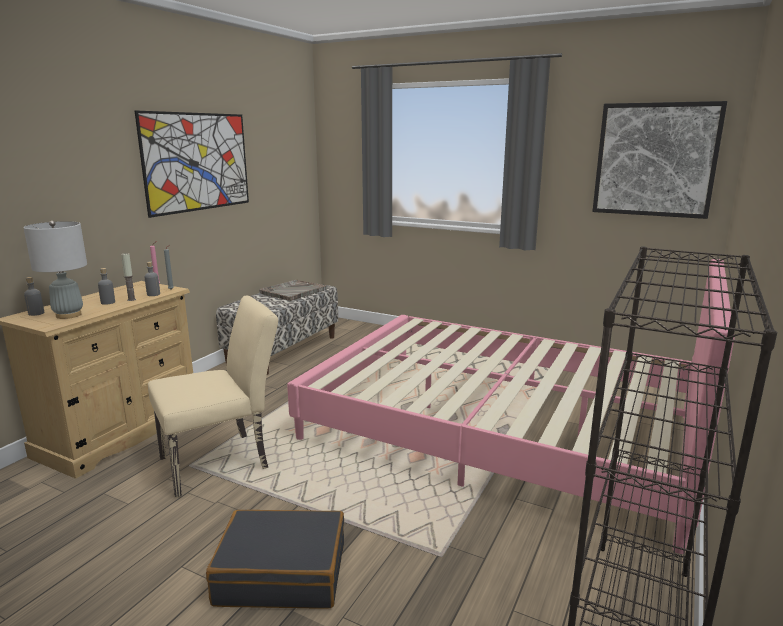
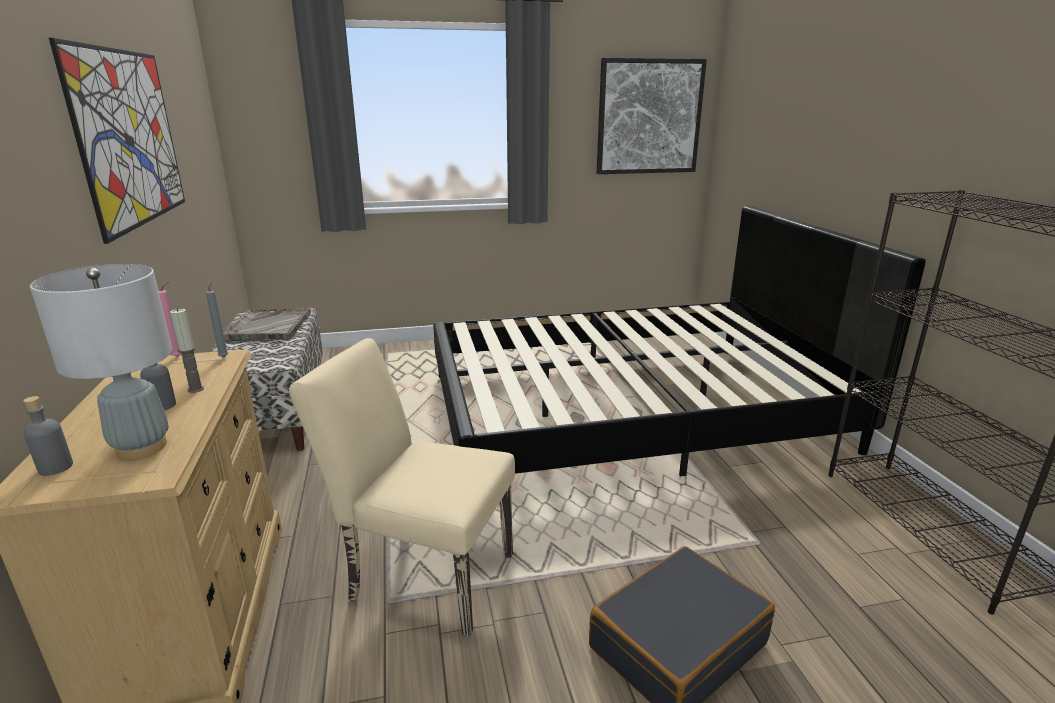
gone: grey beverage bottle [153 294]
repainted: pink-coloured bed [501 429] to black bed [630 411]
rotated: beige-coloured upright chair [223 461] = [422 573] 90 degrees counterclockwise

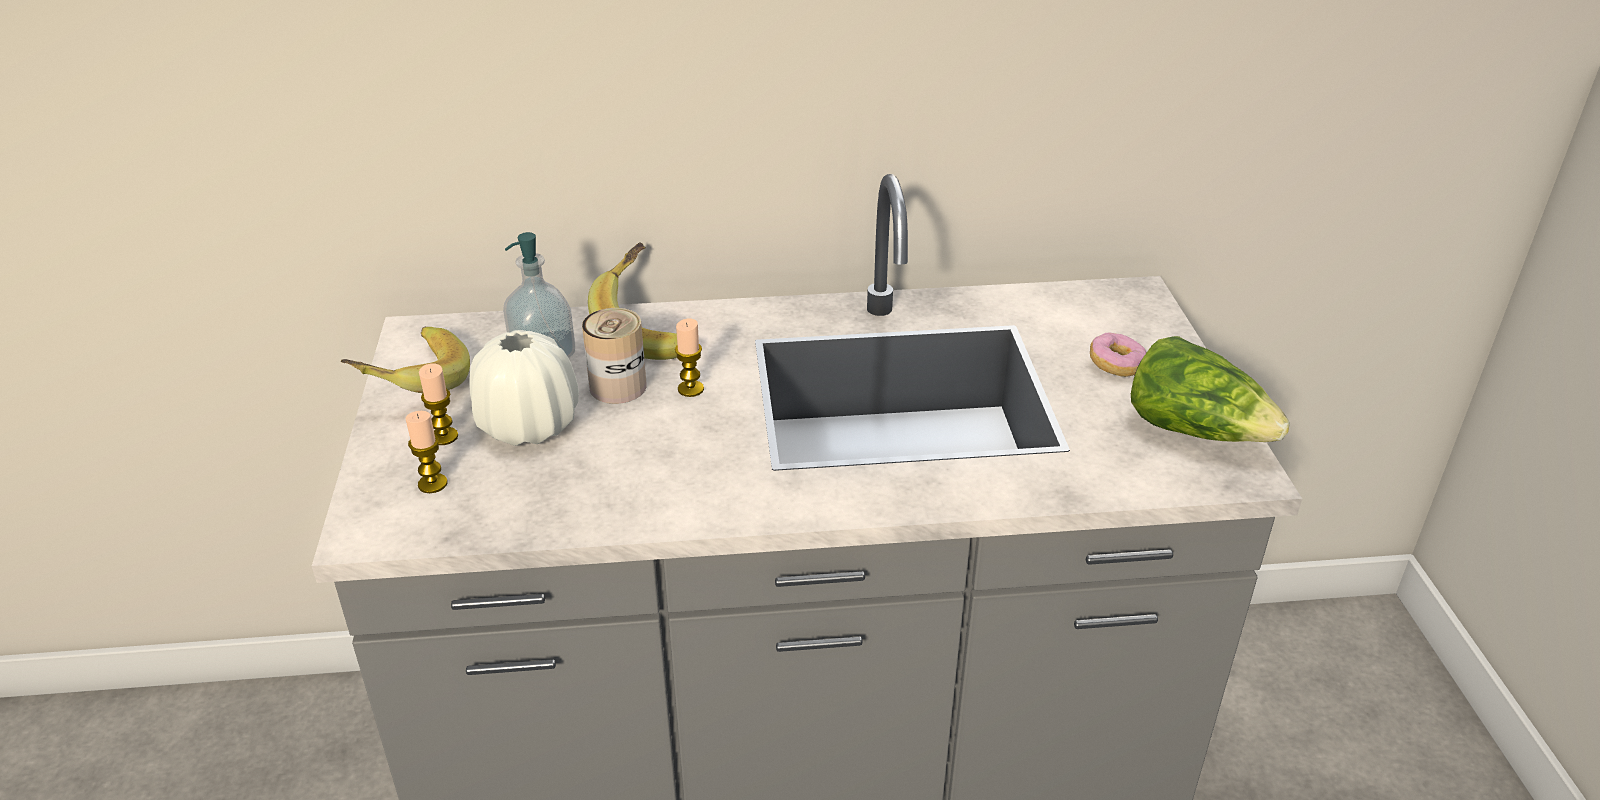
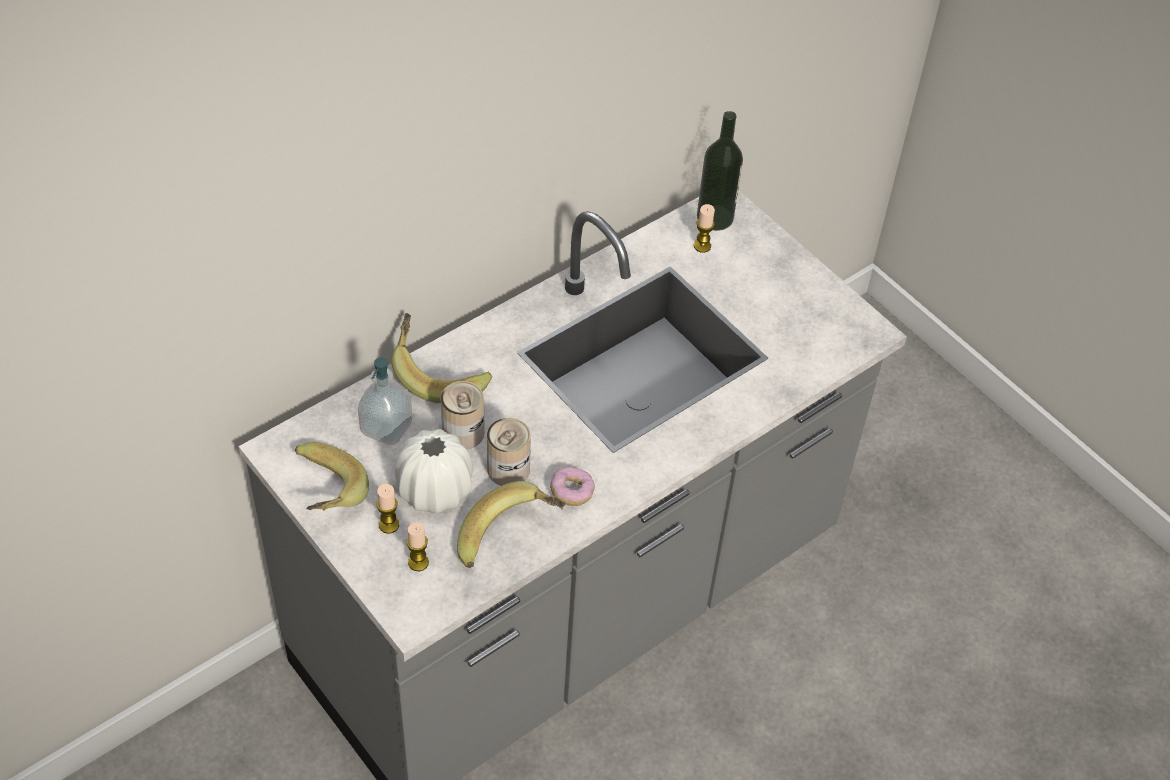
gone: lettuce head [1196 430]
new: banana fruit [510 539]; metal can [508 469]; beverage bottle [715 217]
shifted: wax candle [690 389] to [702 246]; doughnut [1116 365] to [572 492]

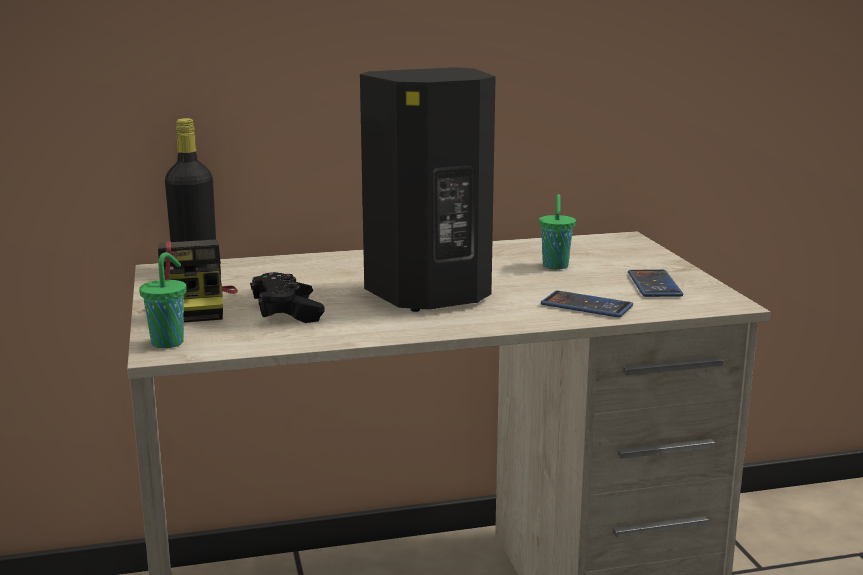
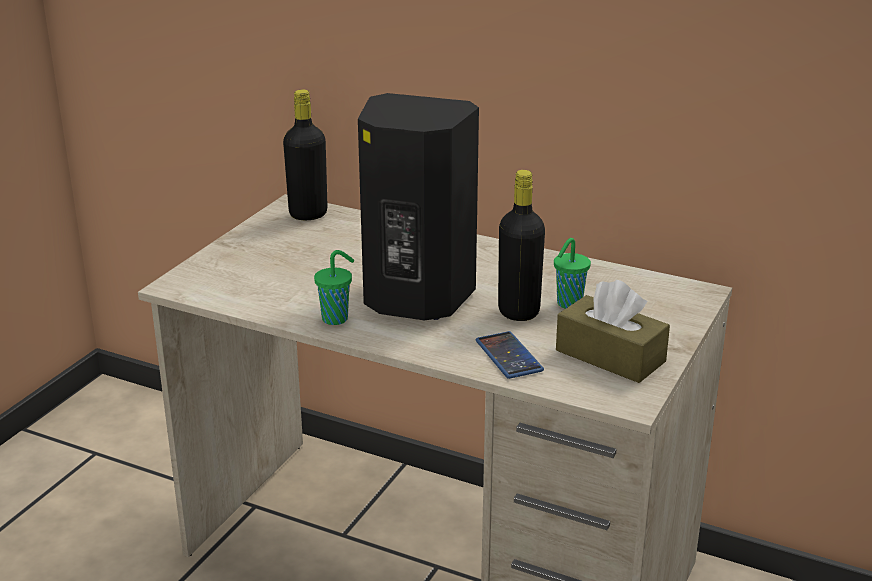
gone: still camera [194 306]; black game controller [287 312]
new: black beverage bottle [518 311]
shifted: greenish drinking cup [169 342] to [336 319]
swapped: phone [654 284] to brown box of tissues [610 356]

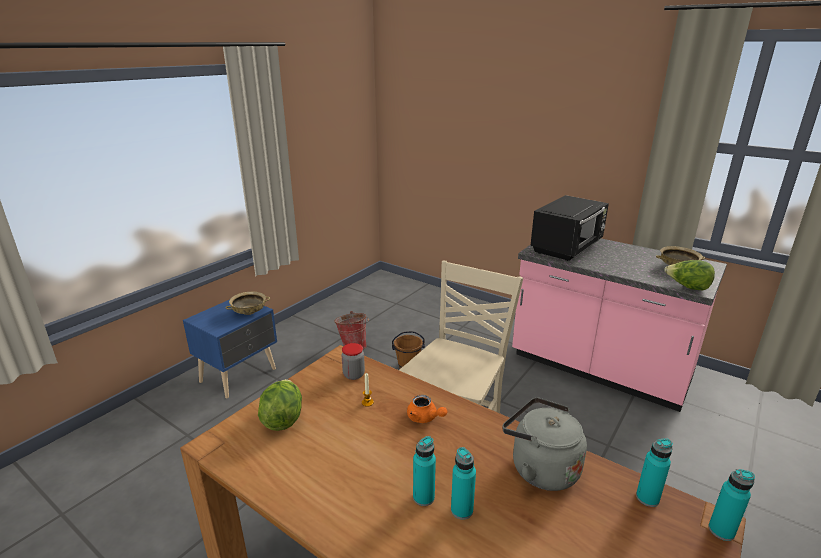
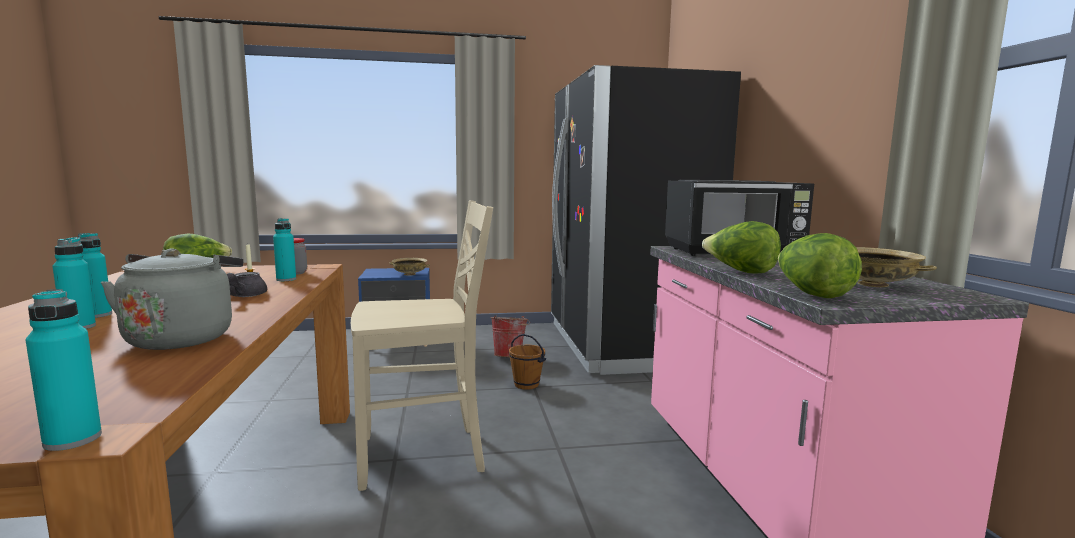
new: black kitchen fridge [623 344]; lettuce head [740 272]
shifted: blue-green beverage bottle [647 498] to [286 279]
repainted: orangey teapot [425 418] to grey teapot [243 296]

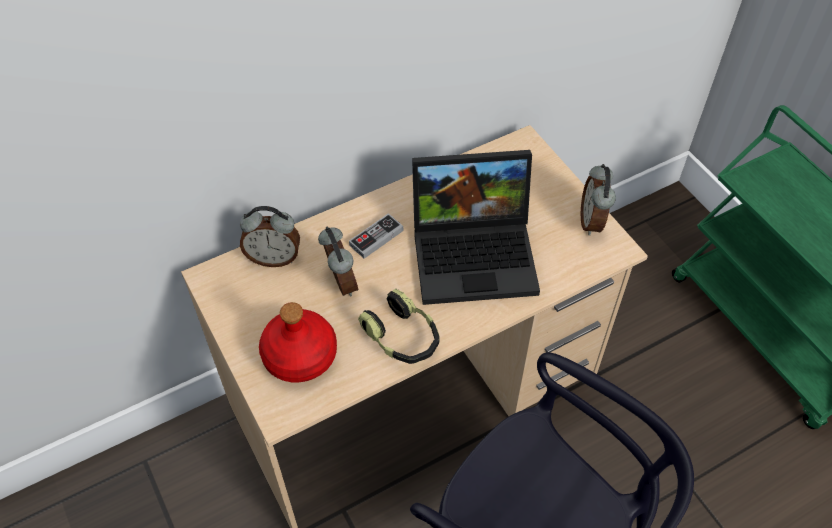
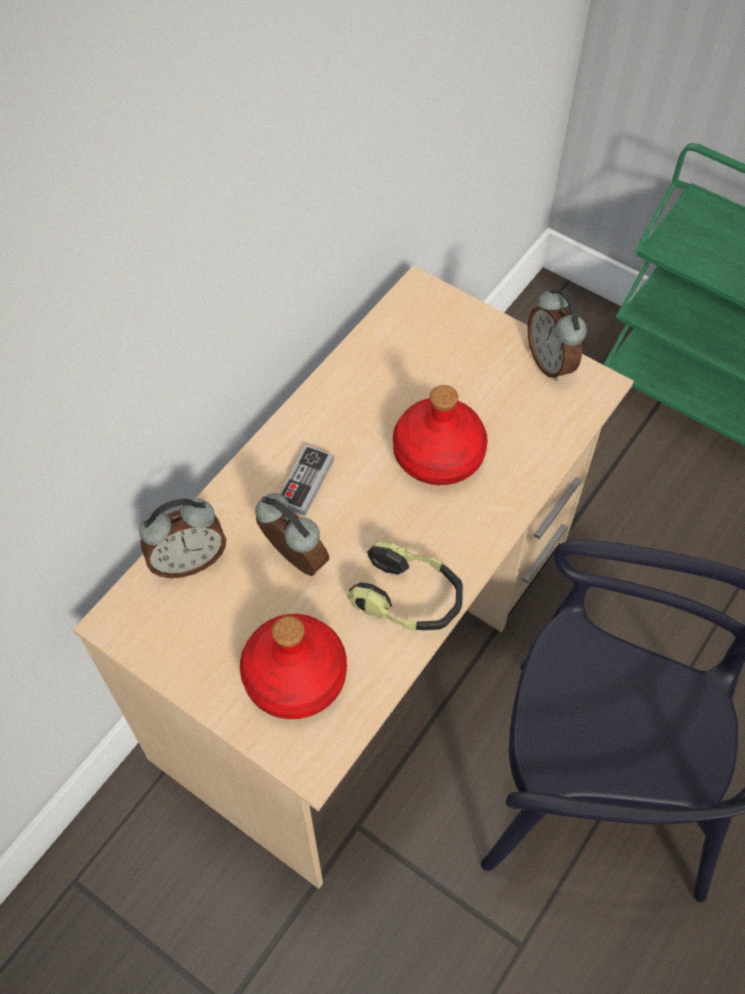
swapped: laptop [476 253] to reddish beverage bottle [438 454]

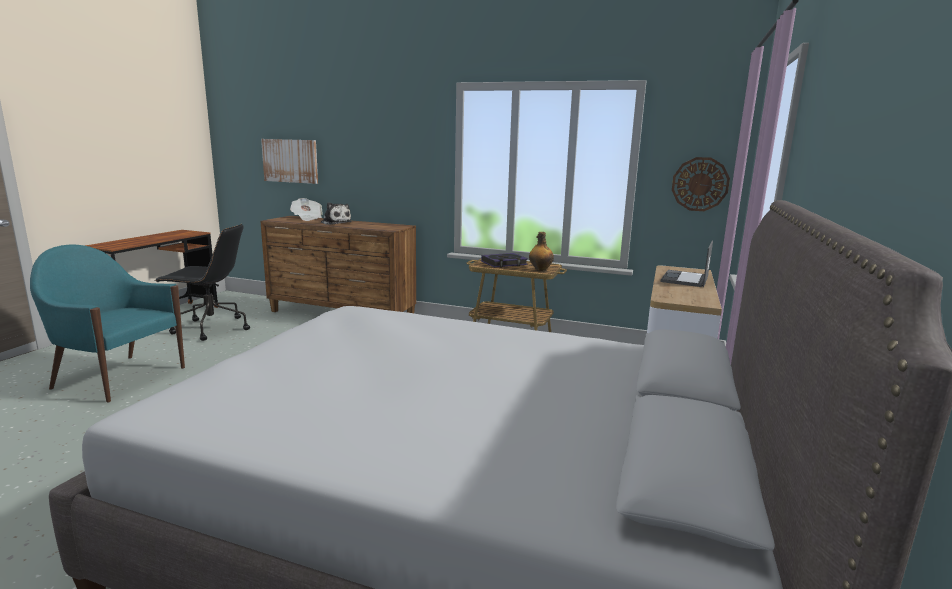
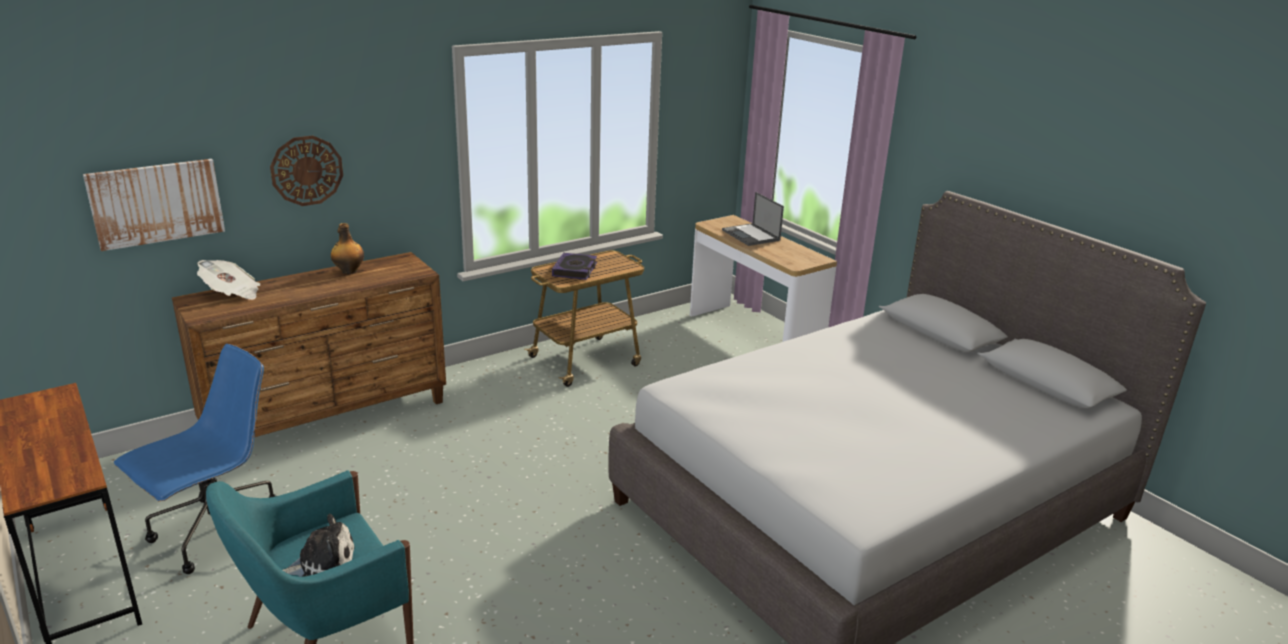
shifted: soft toy [335 223] to [323 565]; beverage bottle [540 270] to [349 271]; clock on the wall [700 184] to [307 170]
repainted: black desk chair [210 328] to blue desk chair [216 534]

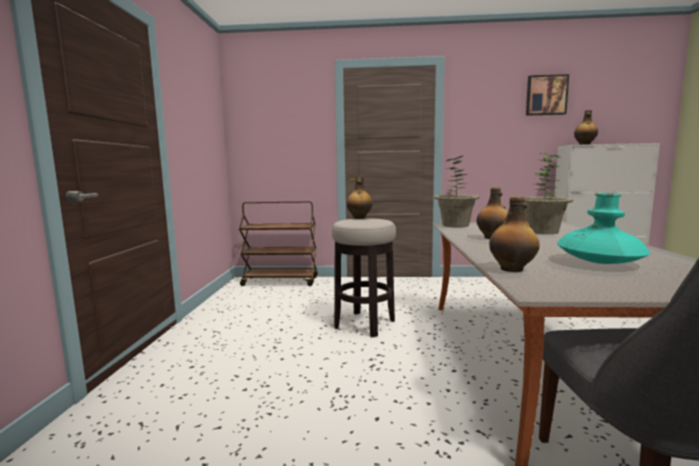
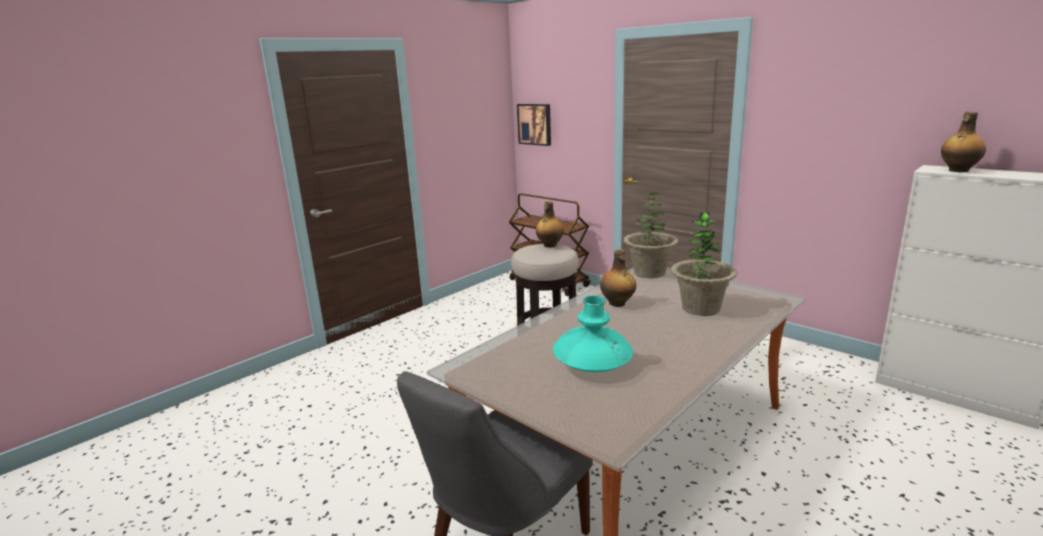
gone: beverage bottle [512 269]
shifted: wall picture [546 95] to [535 124]

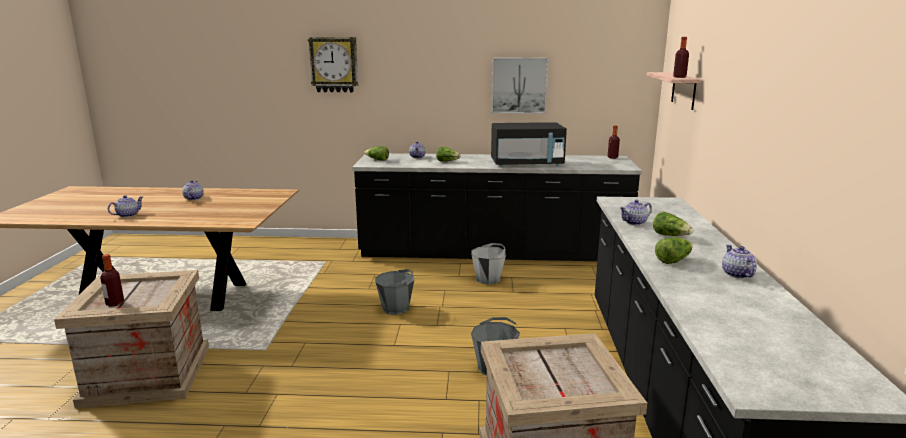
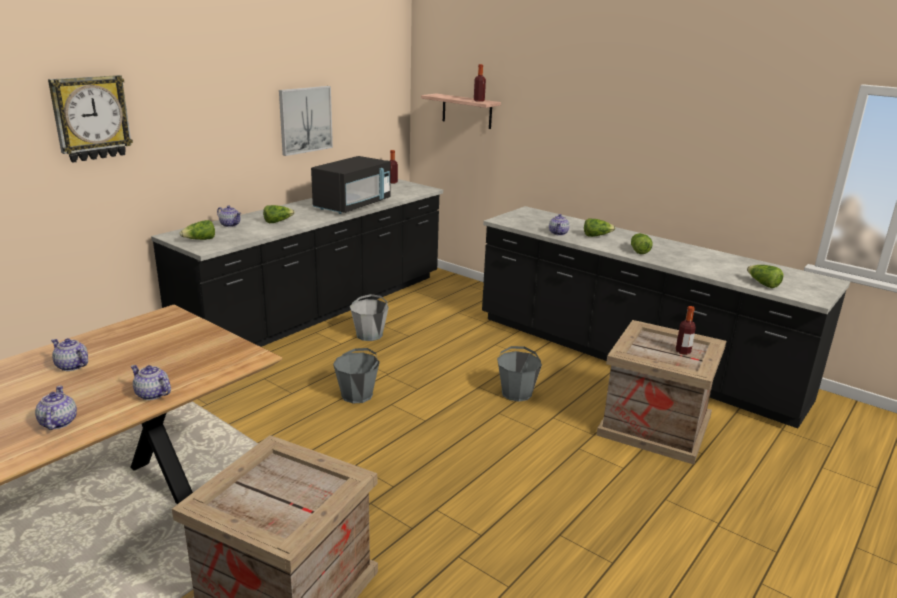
new: lettuce head [762 284]
shifted: beverage bottle [115 303] to [683 351]; teapot [737 274] to [152 394]

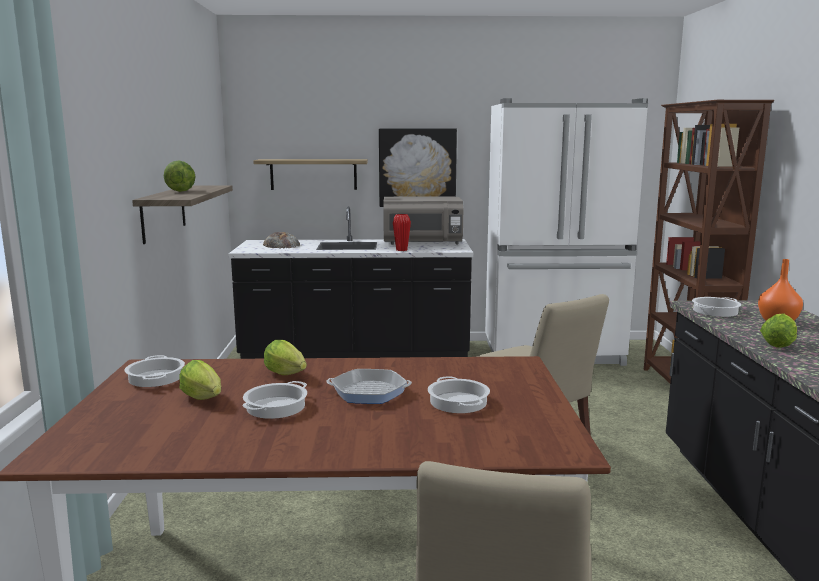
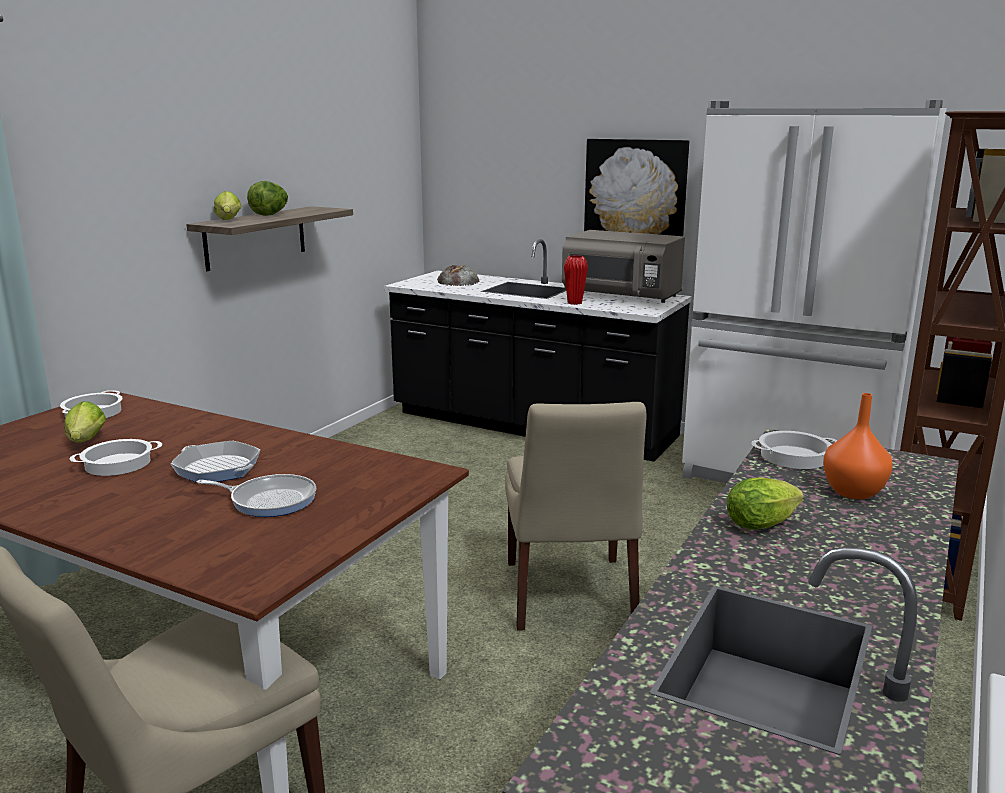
gone: wall shelf [313 174]
shifted: lettuce head [288 375] to [228 220]
swapped: cooking pot [457 402] to pan [269 500]

